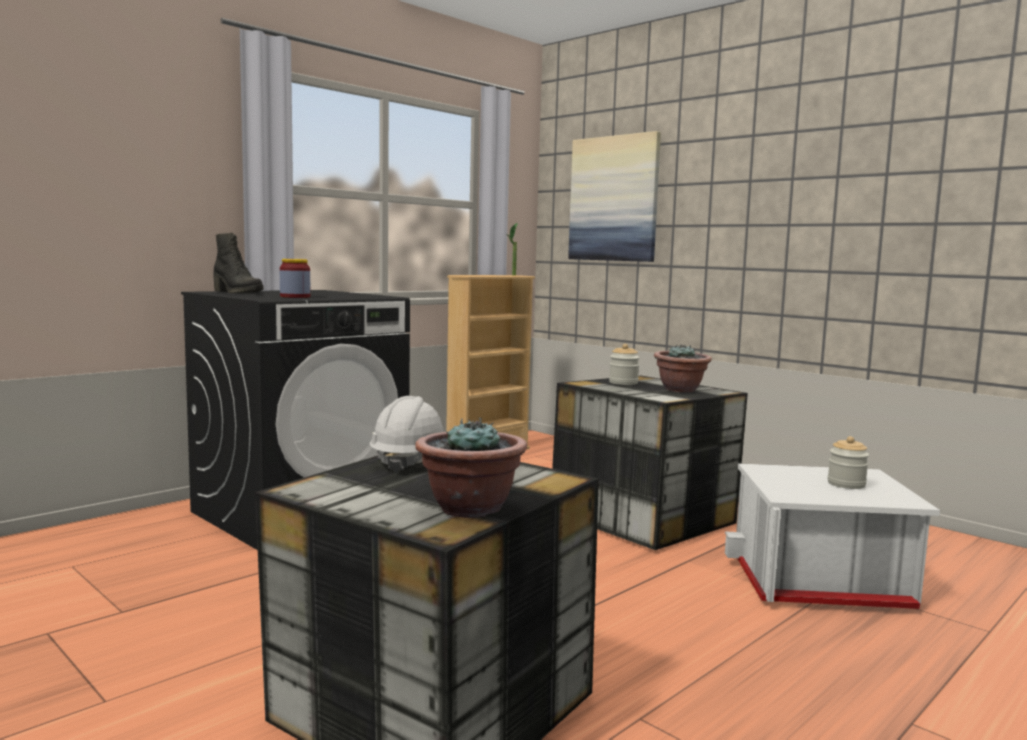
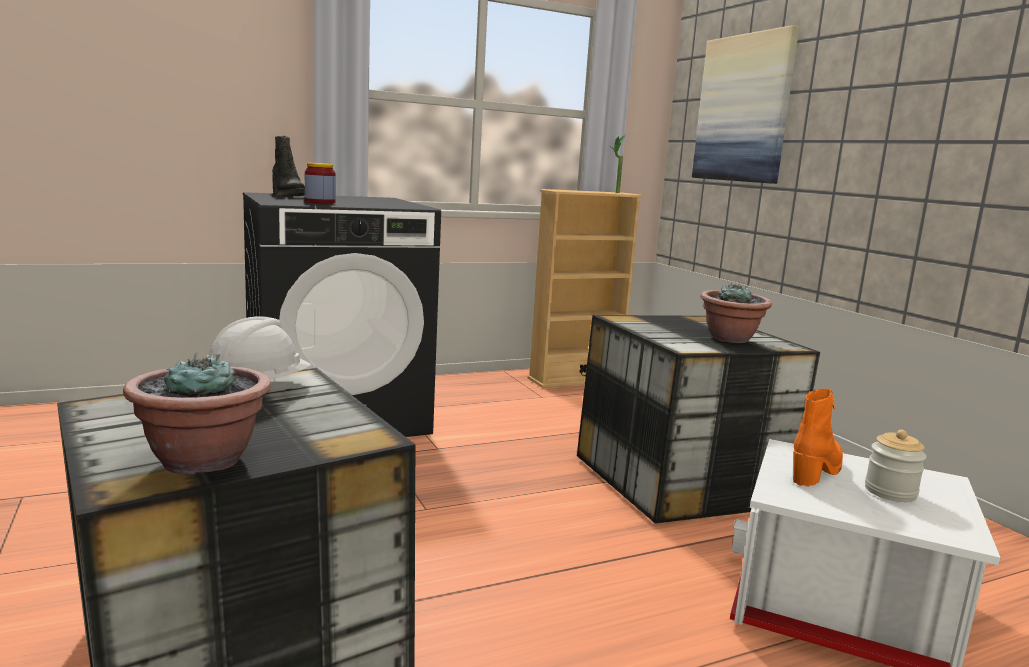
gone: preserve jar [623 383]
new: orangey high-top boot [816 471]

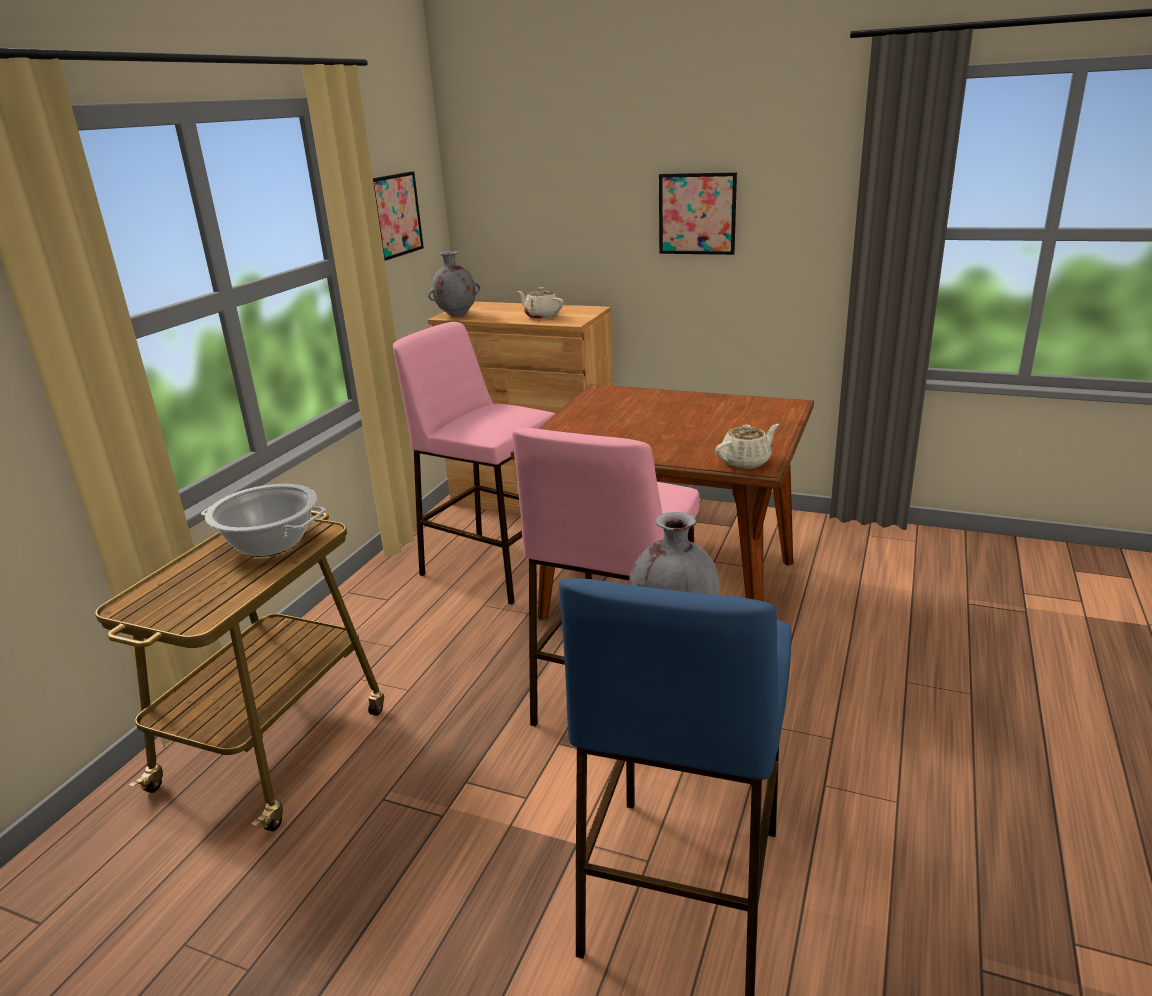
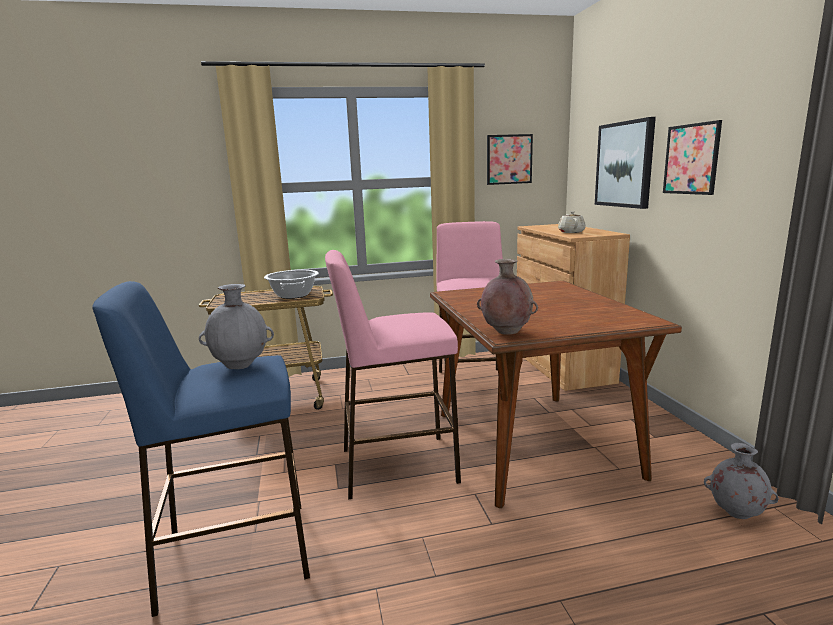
new: wall picture [625 164]
shifted: grey vase [456 315] to [735 513]
swapped: beige-coloured teapot [746 462] to brown vase [506 332]

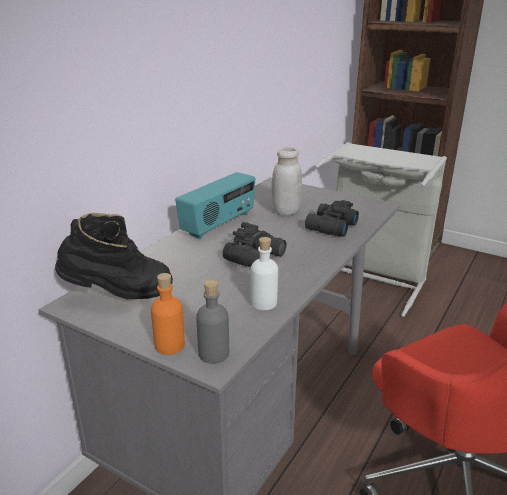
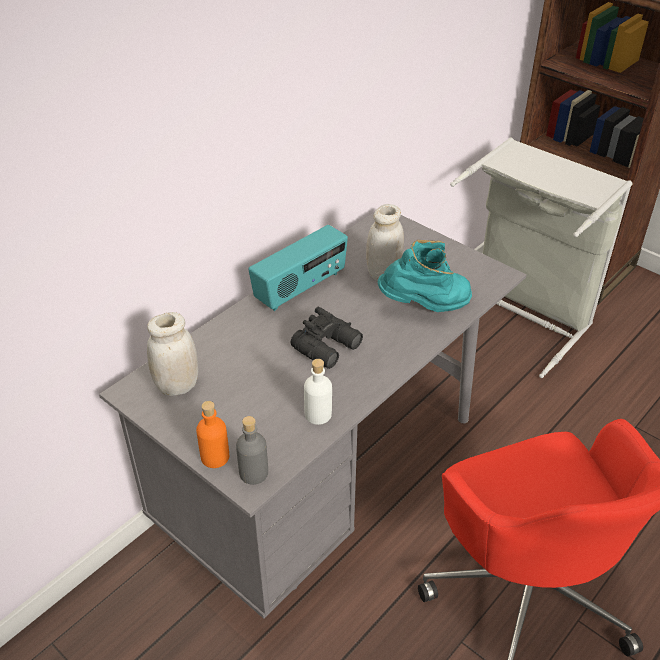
swapped: black high-top boot [119 296] to whitish preserve jar [177 386]; black binoculars [329 227] to blue-green high-top boot [425 307]

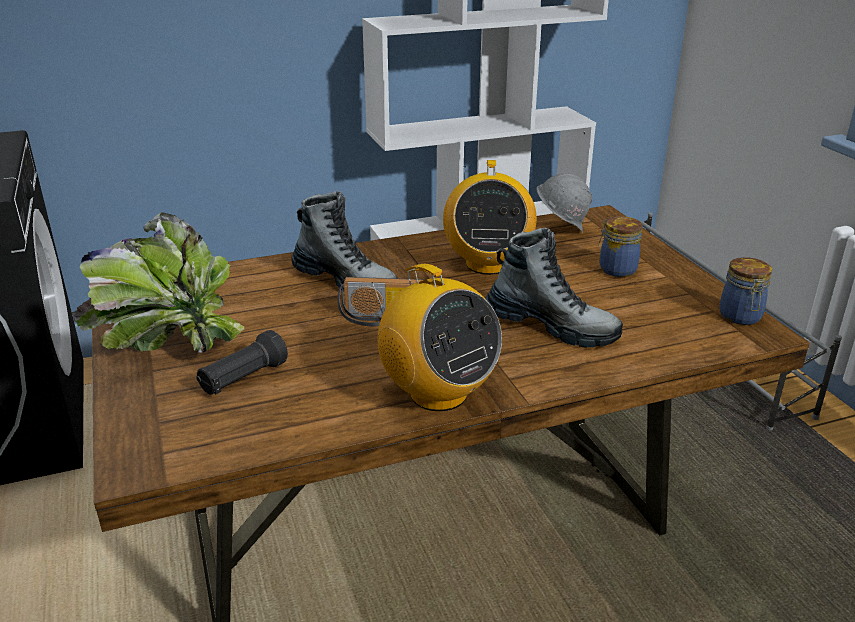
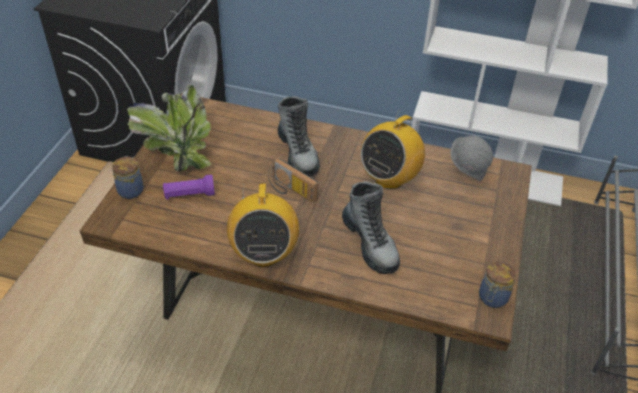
shifted: preserve jar [616 269] to [130 190]
repainted: black flashlight [243 379] to purple-coloured flashlight [189 195]

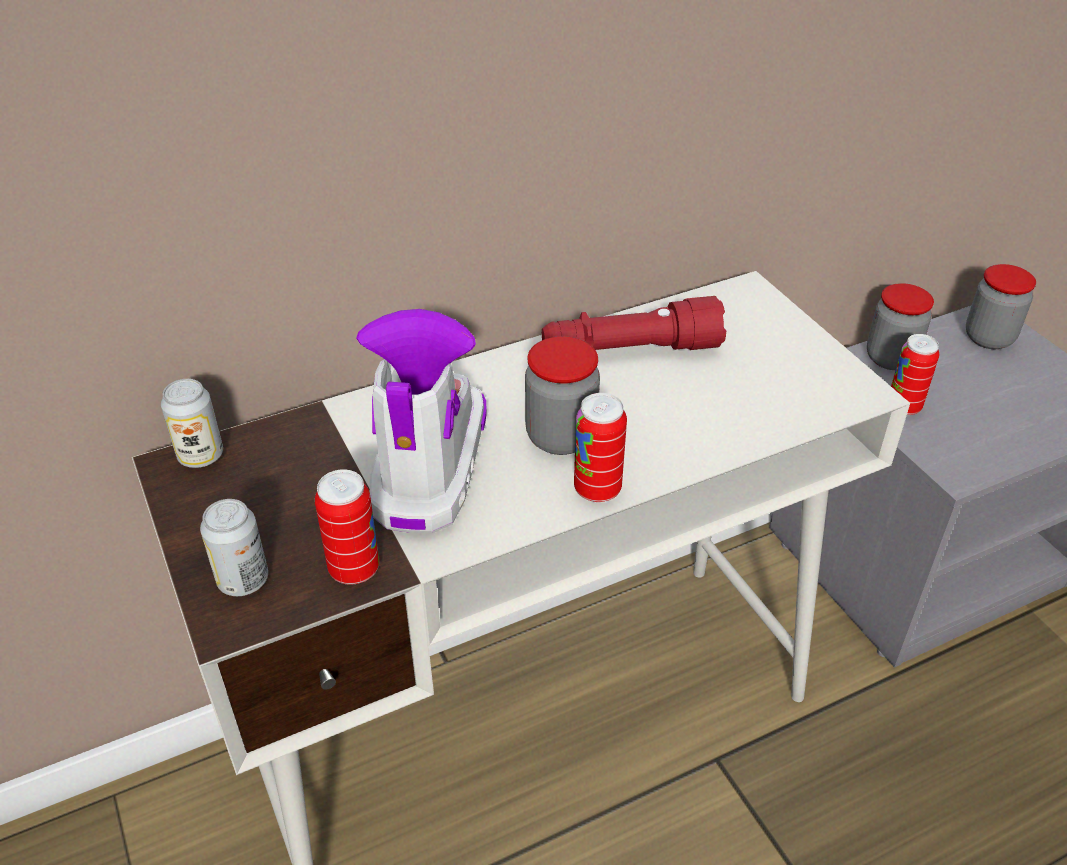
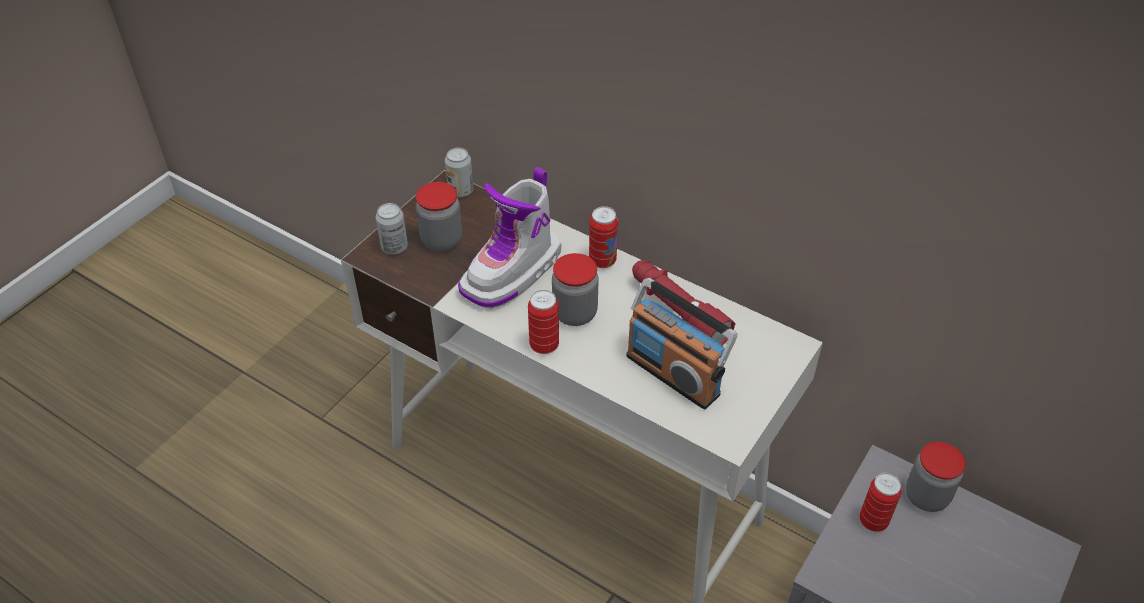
new: radio receiver [673 374]
shifted: metal can [354 569] to [602 261]; preserve jar [988 338] to [441 240]
rotated: high-top boot [429 466] = [513 272] 150 degrees clockwise

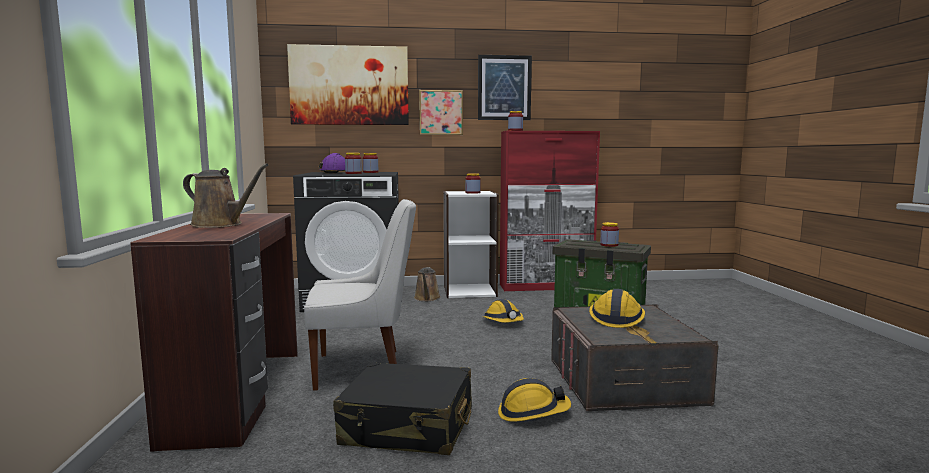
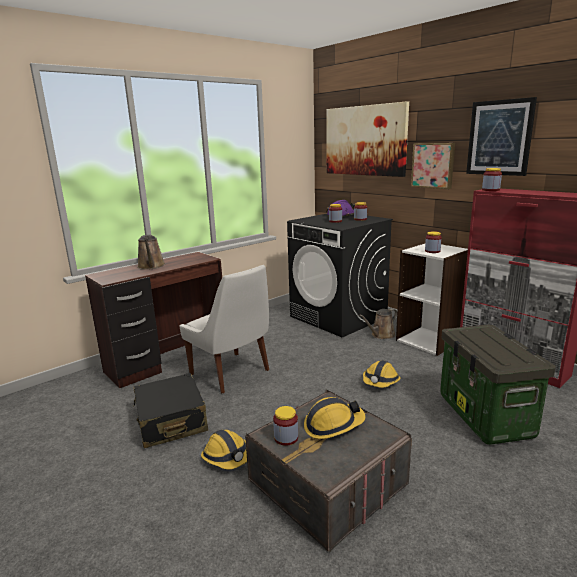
shifted: preserve jar [609 245] to [286 438]

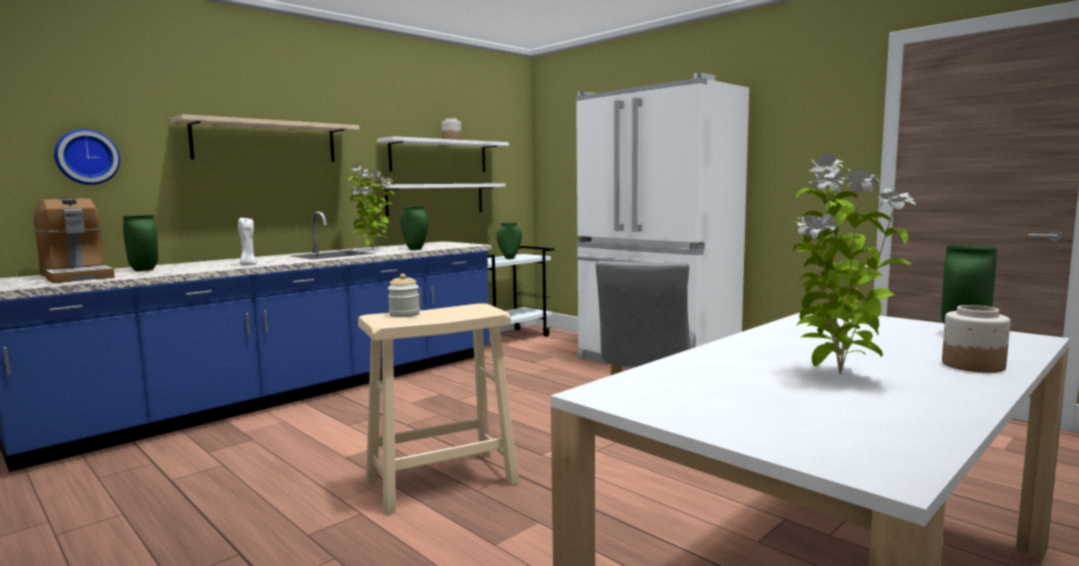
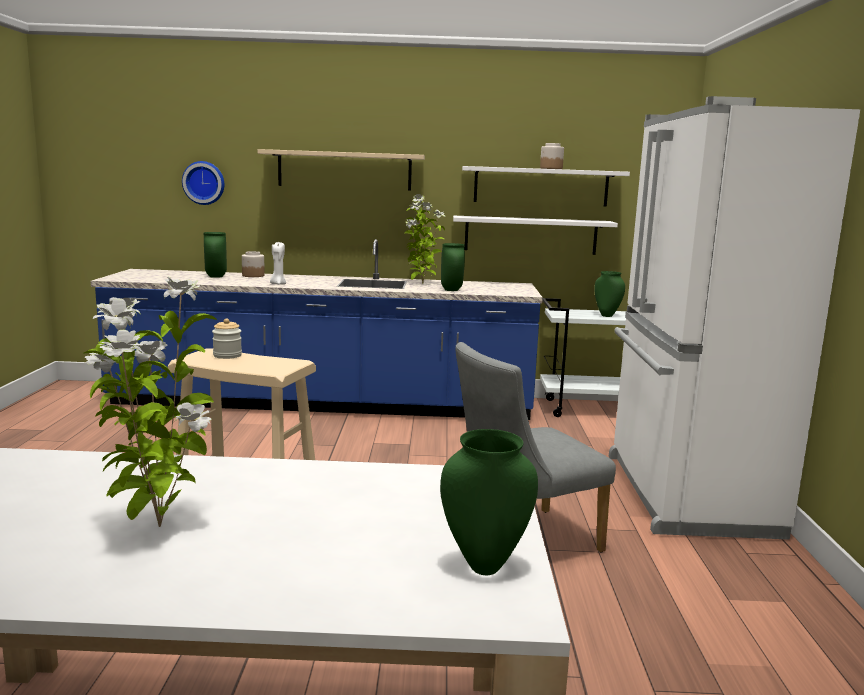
gone: coffee maker [76 276]
shifted: preserve jar [972 365] to [253 275]

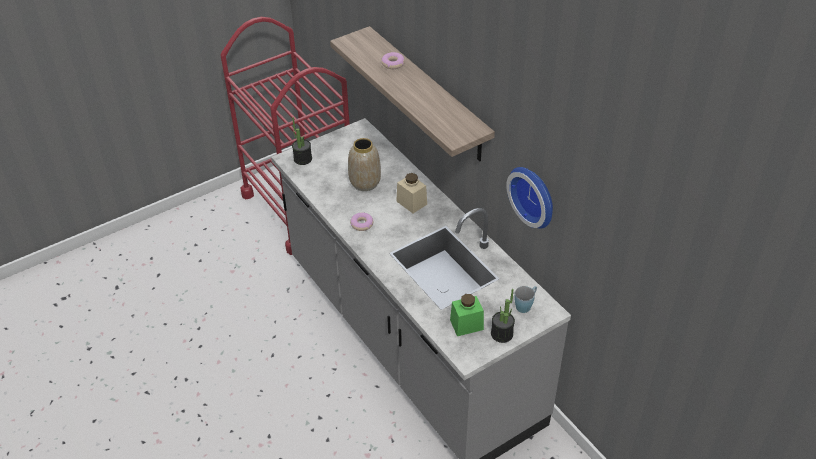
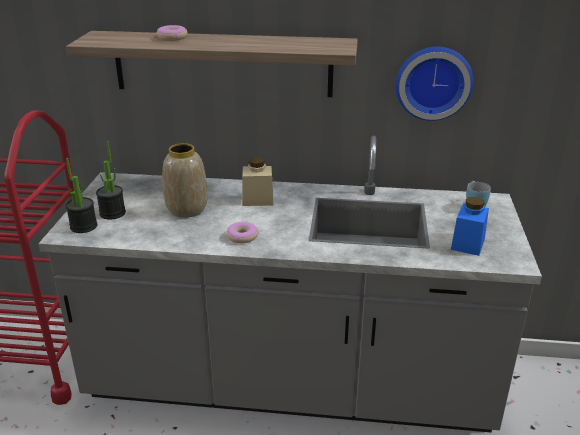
shifted: potted plant [501 334] to [112 213]
repainted: greenish preserve jar [466 325] to blue preserve jar [468 244]

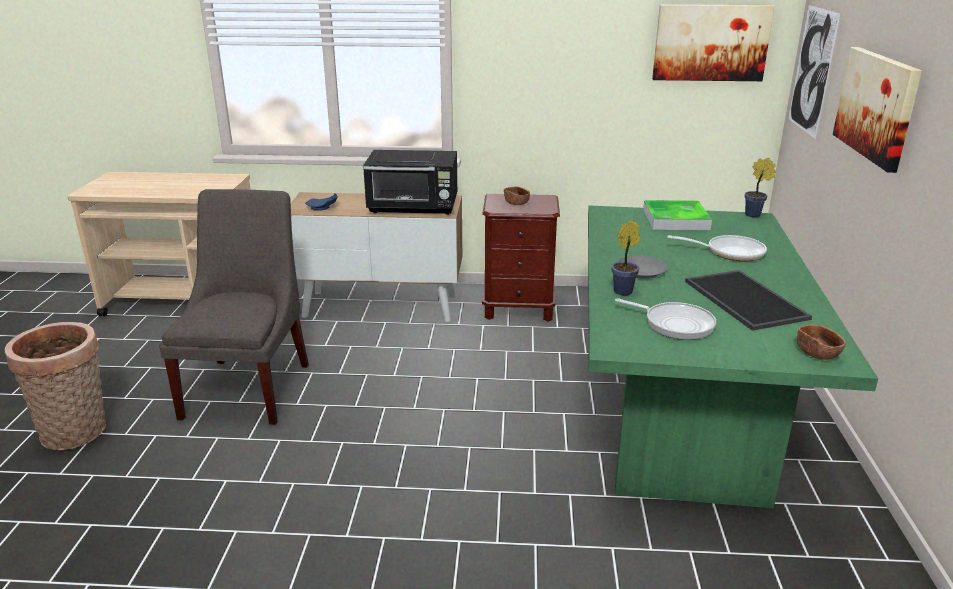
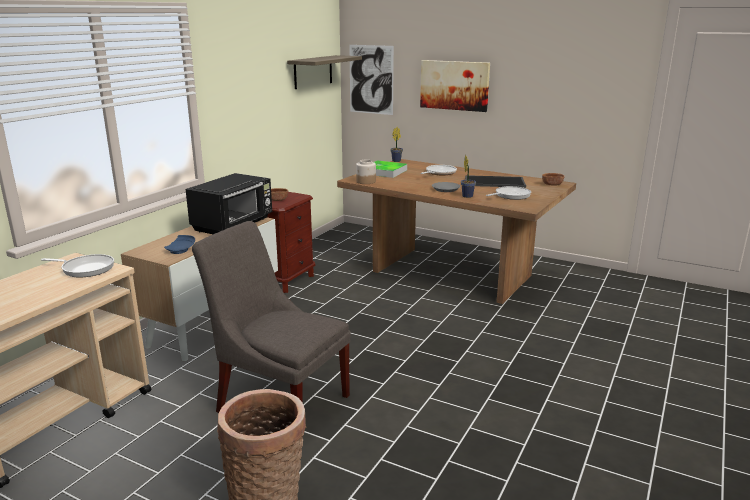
new: pan [85 269]; preserve jar [366 182]
swapped: wall picture [710 43] to wall shelf [313 72]
repainted: greenish dinner table [676 419] to brown dinner table [450 273]

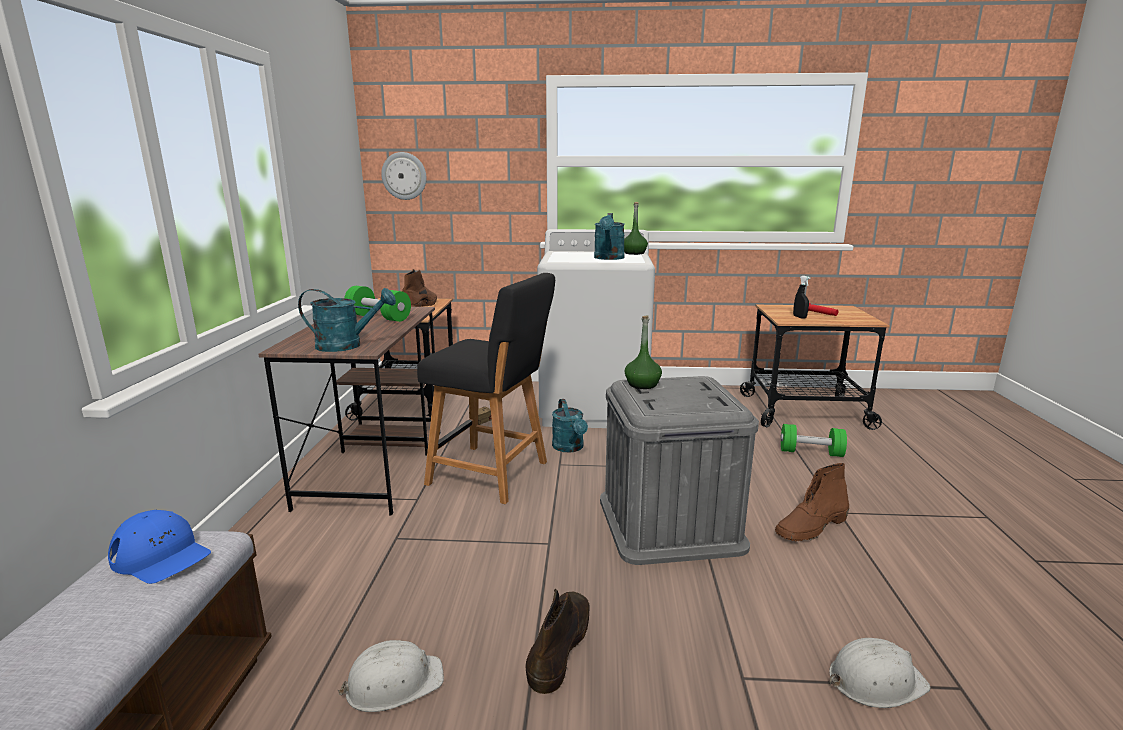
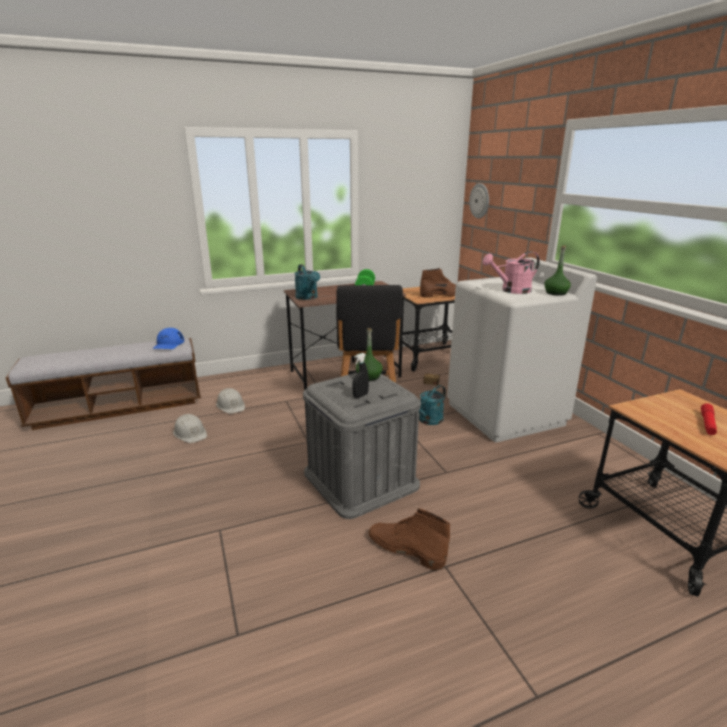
gone: brown high-top boot [560 644]; greenish hand weight [810 452]
shifted: black hand sprayer [799 317] to [360 396]; whitish work helmet [875 680] to [231 405]
repainted: blue-green watering can [609 258] to pink-coloured watering can [511 290]

